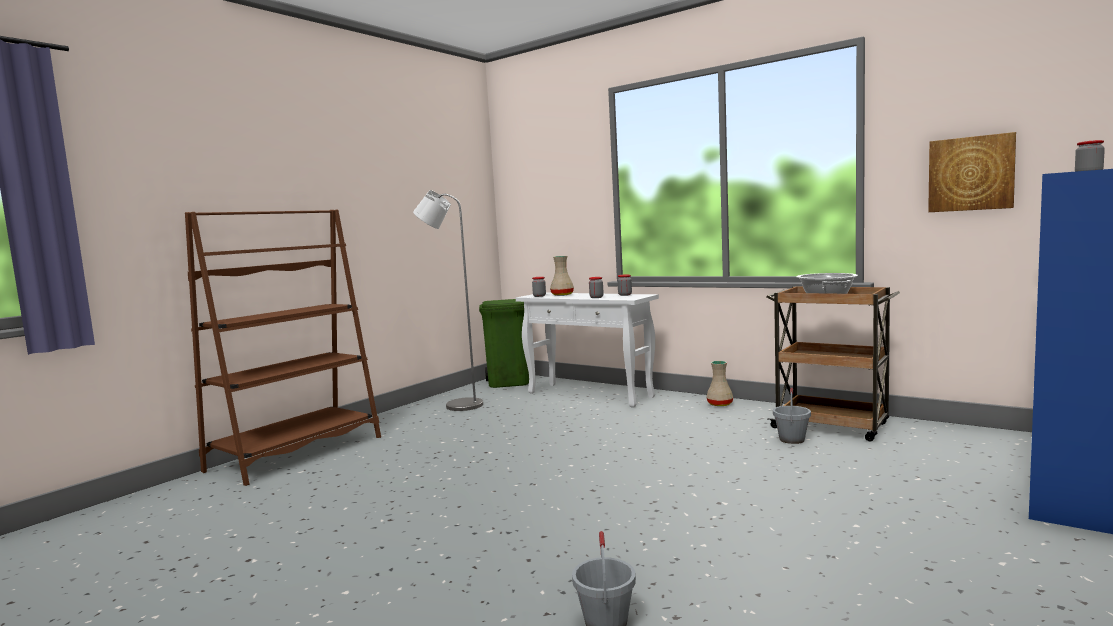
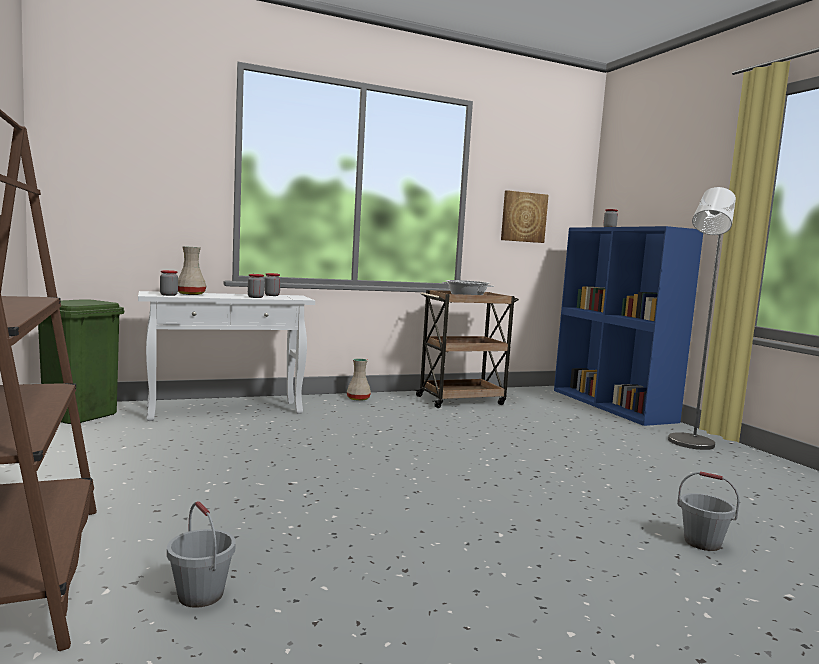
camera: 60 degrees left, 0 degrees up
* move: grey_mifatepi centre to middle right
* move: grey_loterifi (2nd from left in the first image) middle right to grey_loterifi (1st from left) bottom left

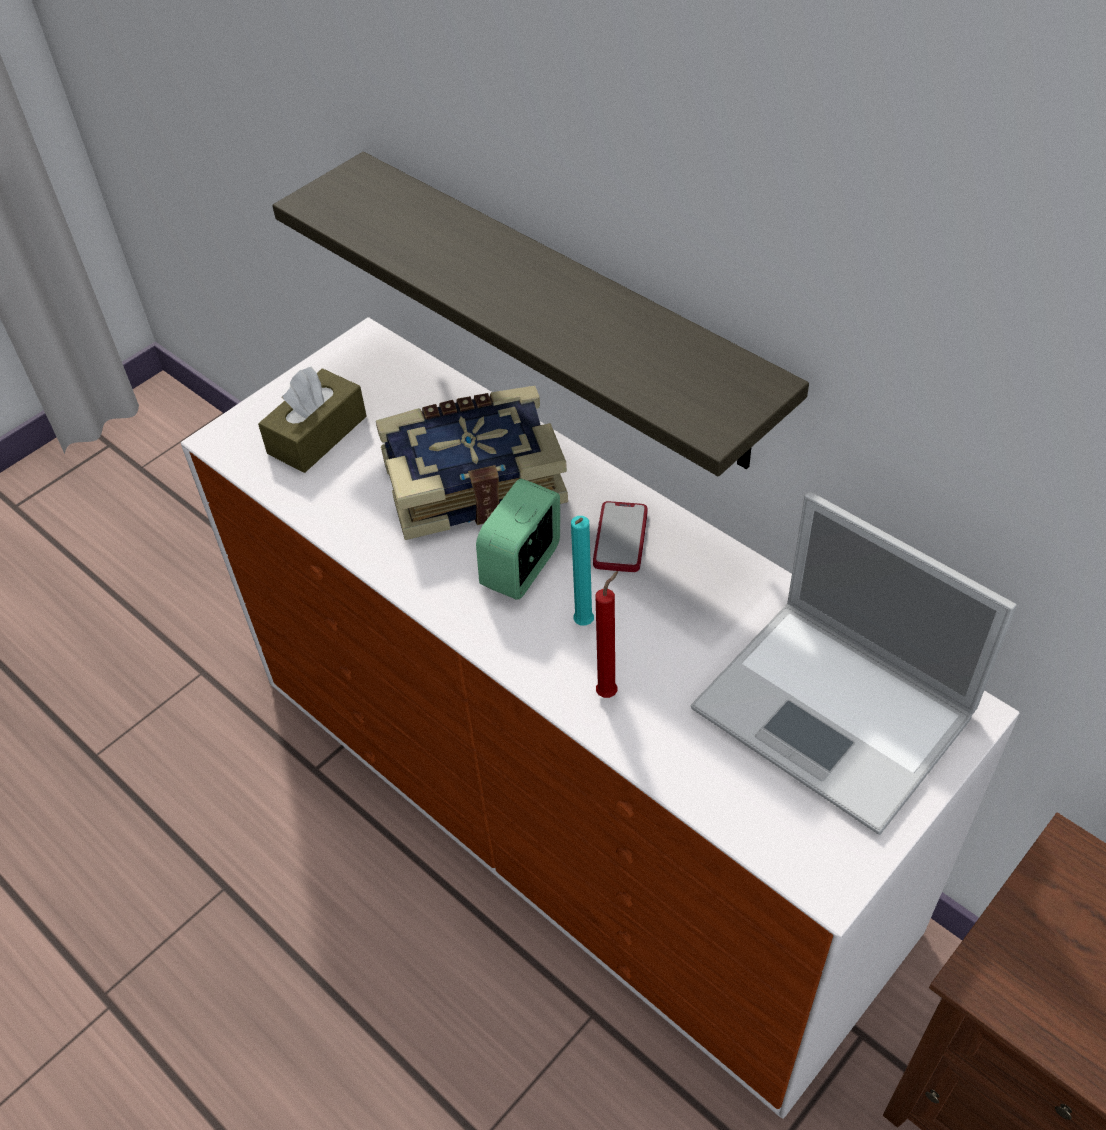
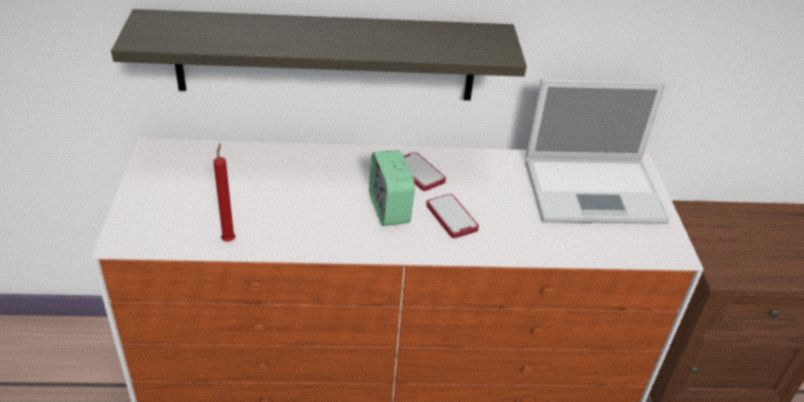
camera: 50 degrees left, 10 degrees down
* delete: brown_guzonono middle left
* delete: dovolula centre
* replace: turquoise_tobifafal centre to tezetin (2nd from left) centre
* move: red_tobifafal centre to middle left

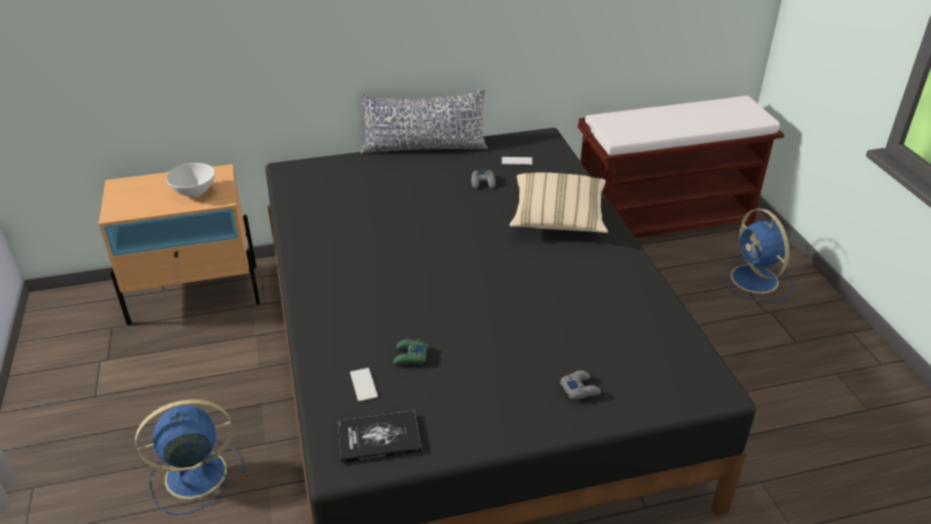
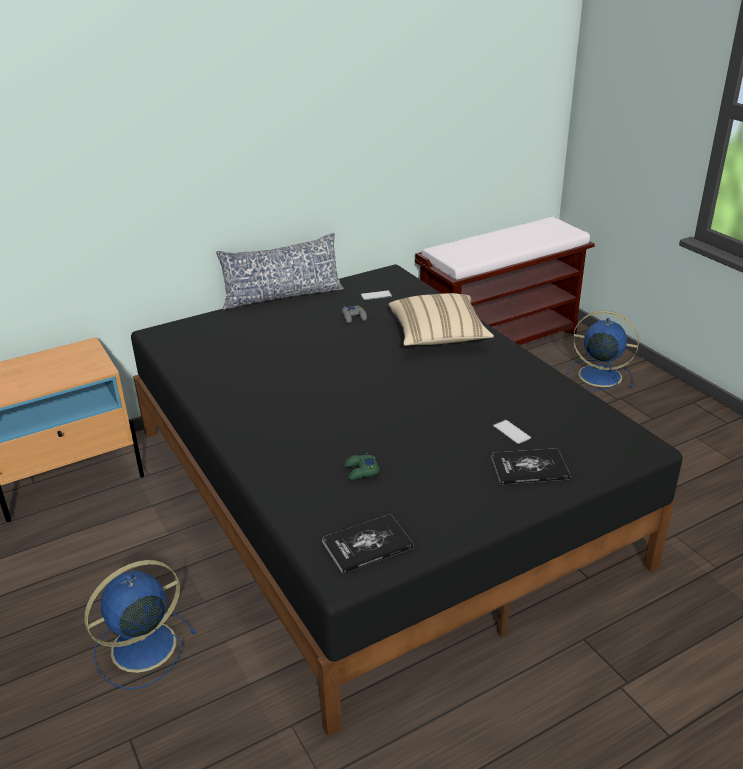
camera: 15 degrees left, 5 degrees down
* delete: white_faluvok middle left
* move: tezetin (1st from left in the first image) bottom centre to tezetin (2nd from left) middle right
* replace: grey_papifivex (2nd from left) bottom centre to dovolula (2nd from left) middle right
* rotate: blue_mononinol (2nd from left) middle right = middle right 150 degrees clockwise

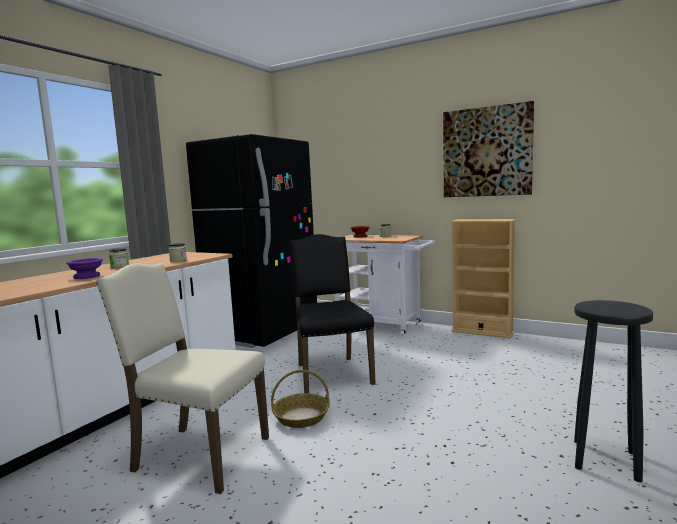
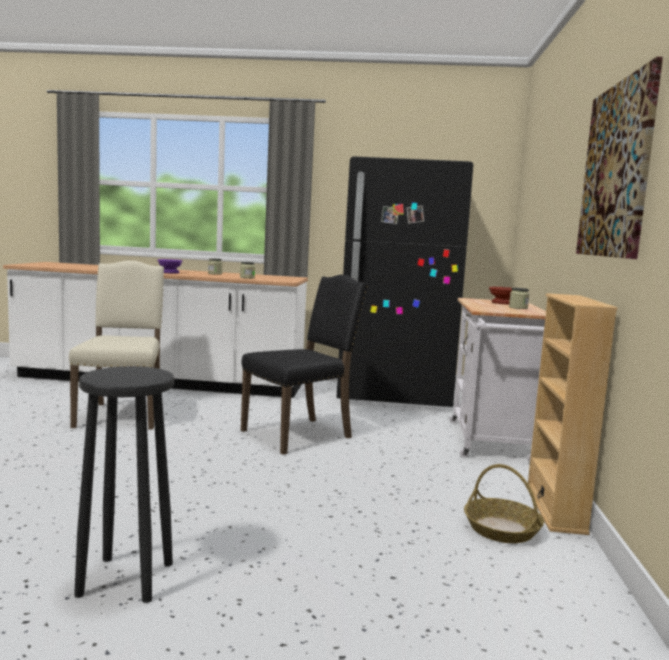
camera: 65 degrees right, 0 degrees up
* move: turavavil bottom centre to bottom right

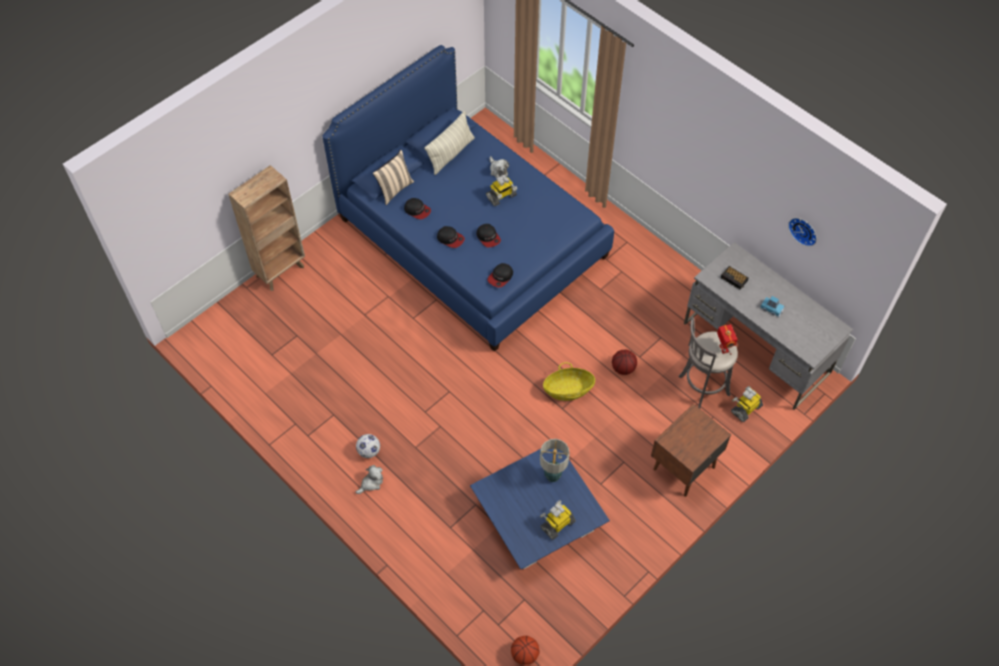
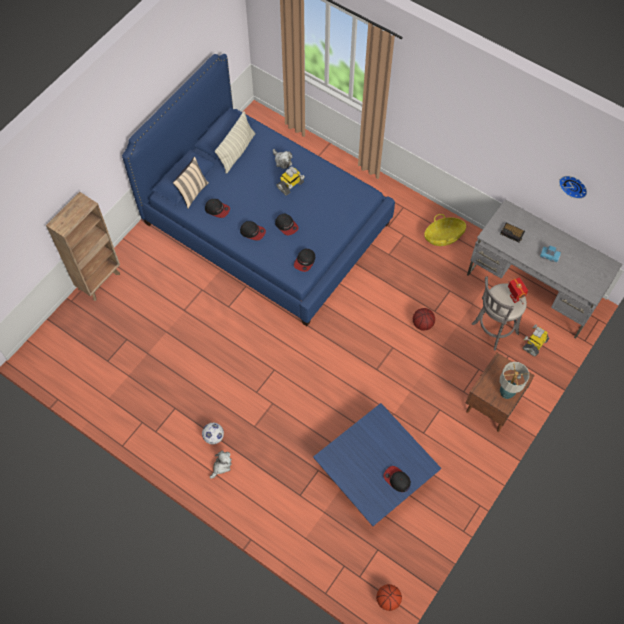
camera: 10 degrees left, 5 degrees up
* move: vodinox bottom centre to middle right
* replace: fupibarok (2nd from left) bottom centre to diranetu (5th from left) bottom centre
* move: turavavil centre to middle right

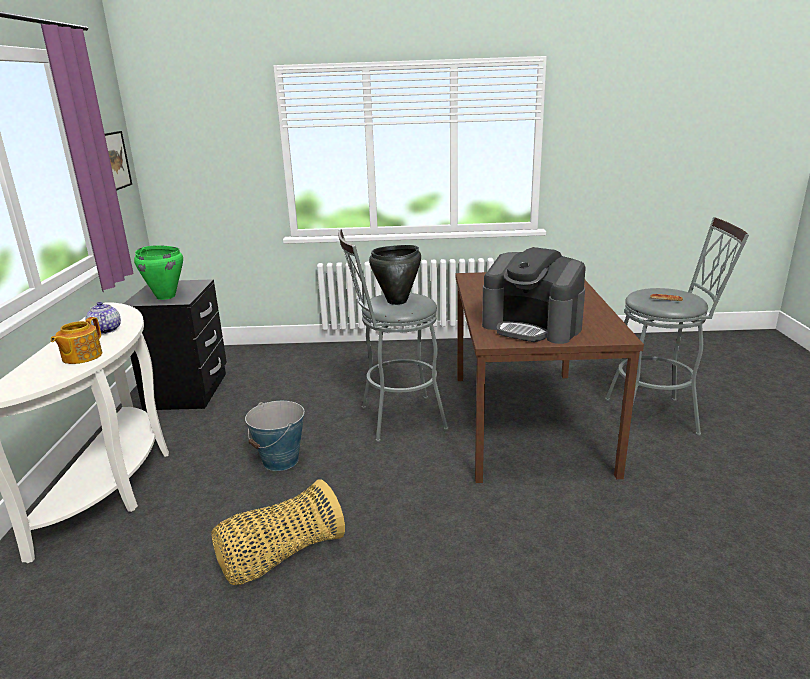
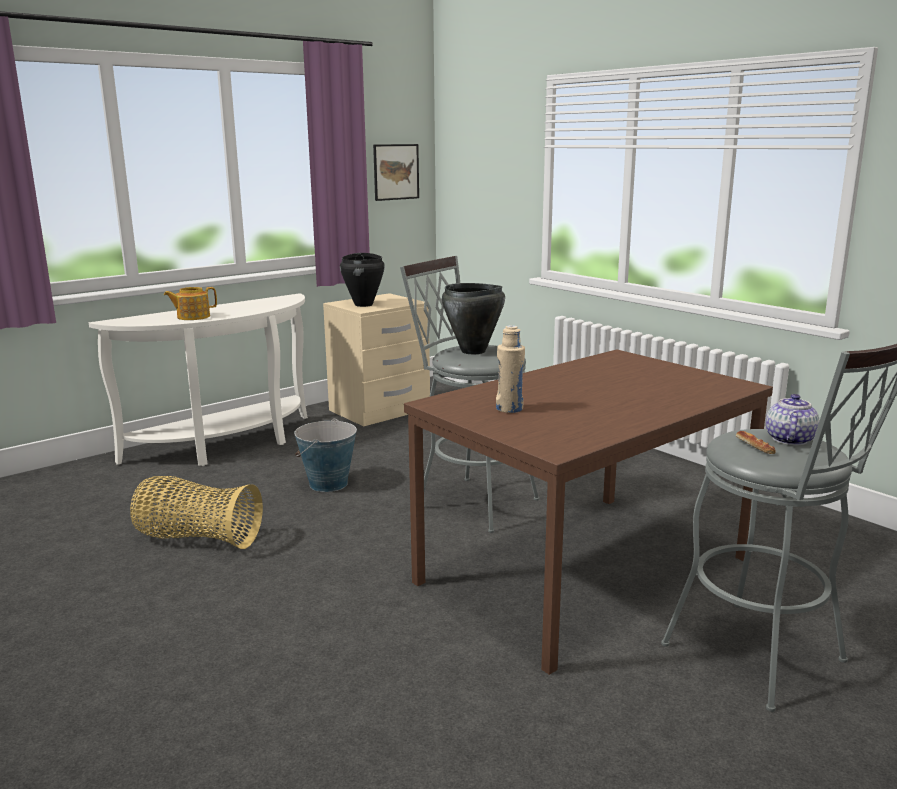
camera: 50 degrees right, 5 degrees down
* move: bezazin (2nd from left) middle left to middle right
* recolor: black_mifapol middle left to beige_mifapol centre
* recolor: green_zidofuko middle left to black_zidofuko (1st from left) centre
* replace: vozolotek centre to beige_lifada centre

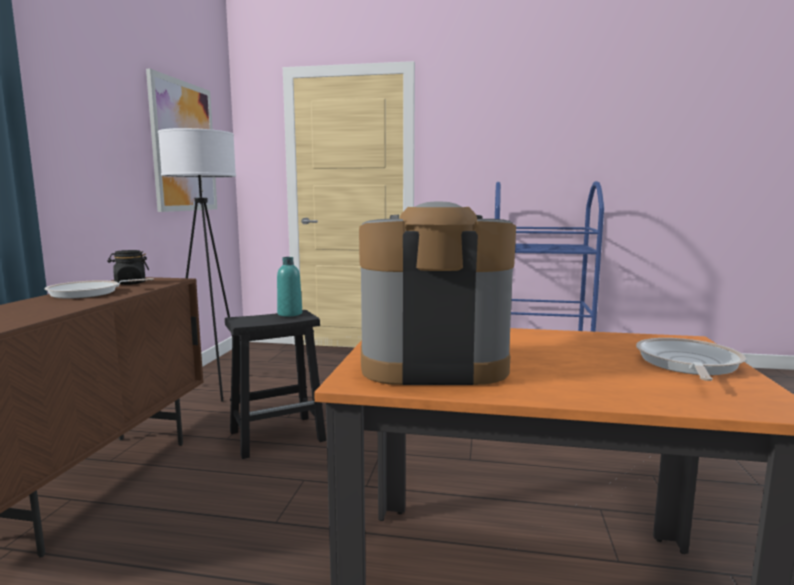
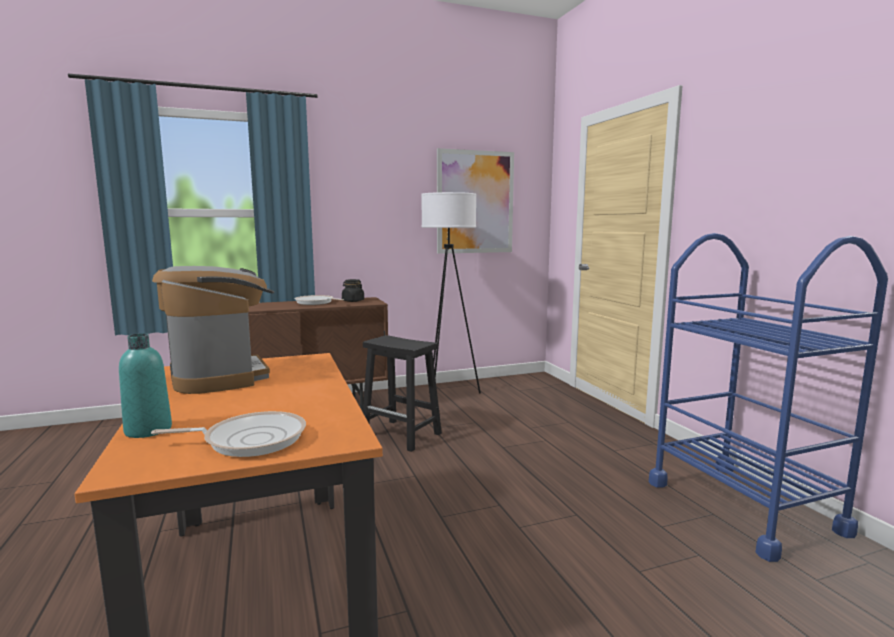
camera: 60 degrees right, 0 degrees up
* move: turquoise_lifada centre to middle left

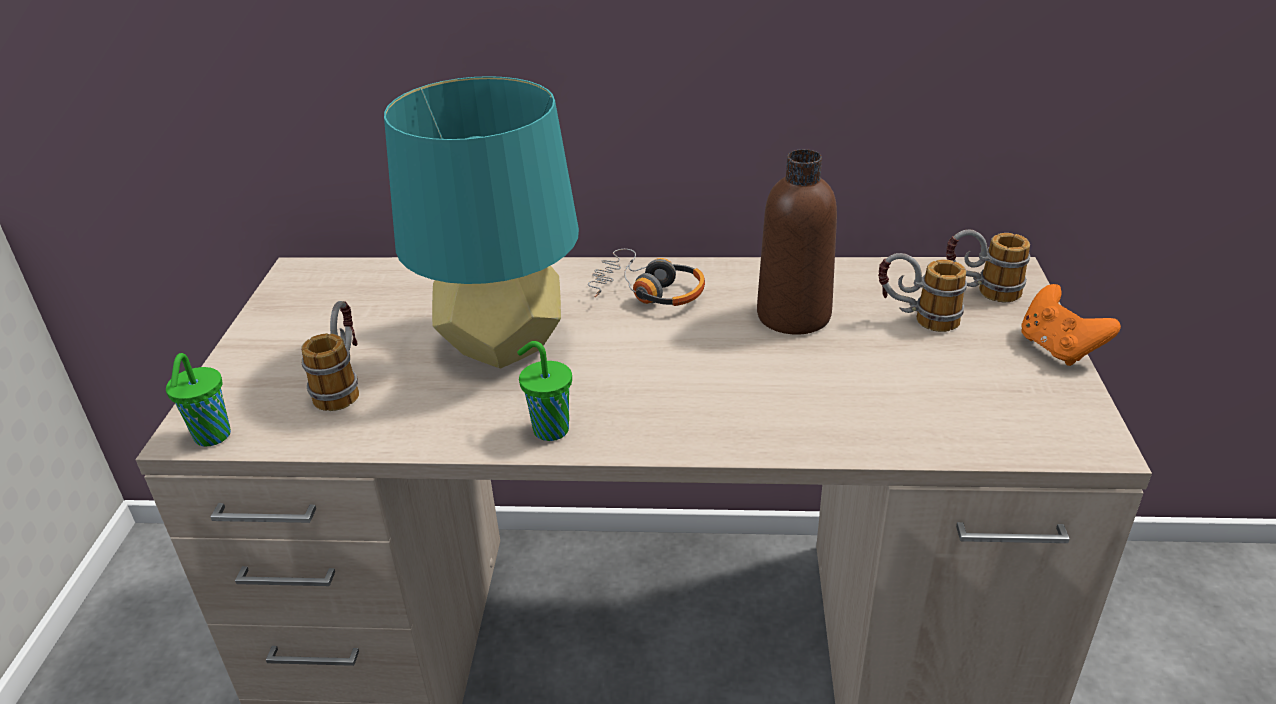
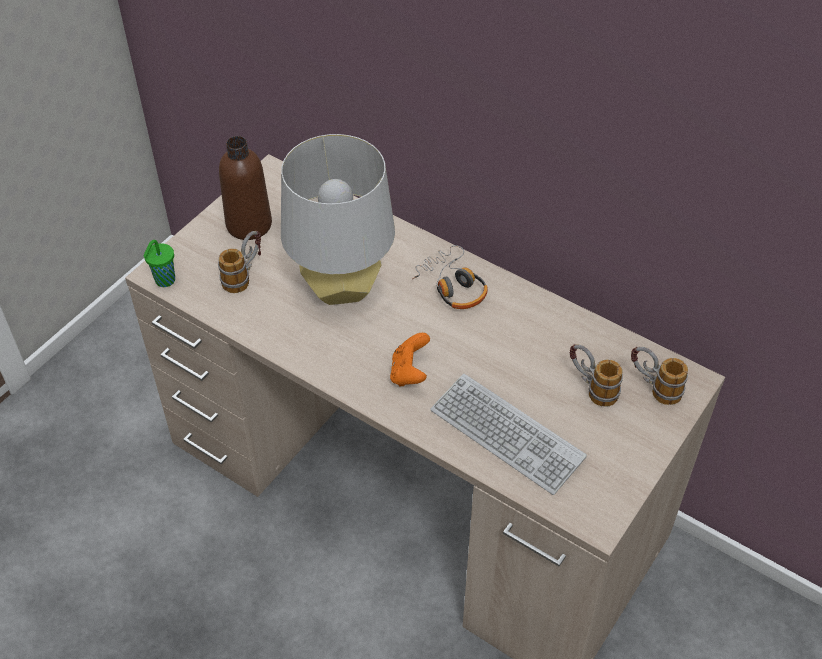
camera: 30 degrees right, 15 degrees up
* recolor: turquoise_vodinox top centre to grey_vodinox top centre
* delete: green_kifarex (2nd from left) centre
* move: brown_lifada centre to top left
* move: orange_papifivex middle right to centre
* insert: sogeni centre

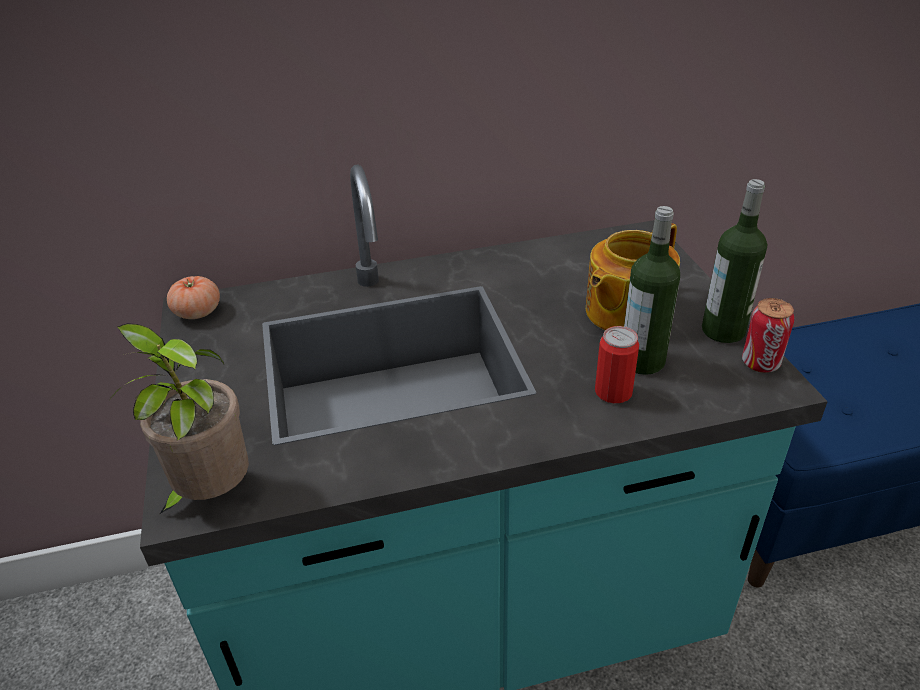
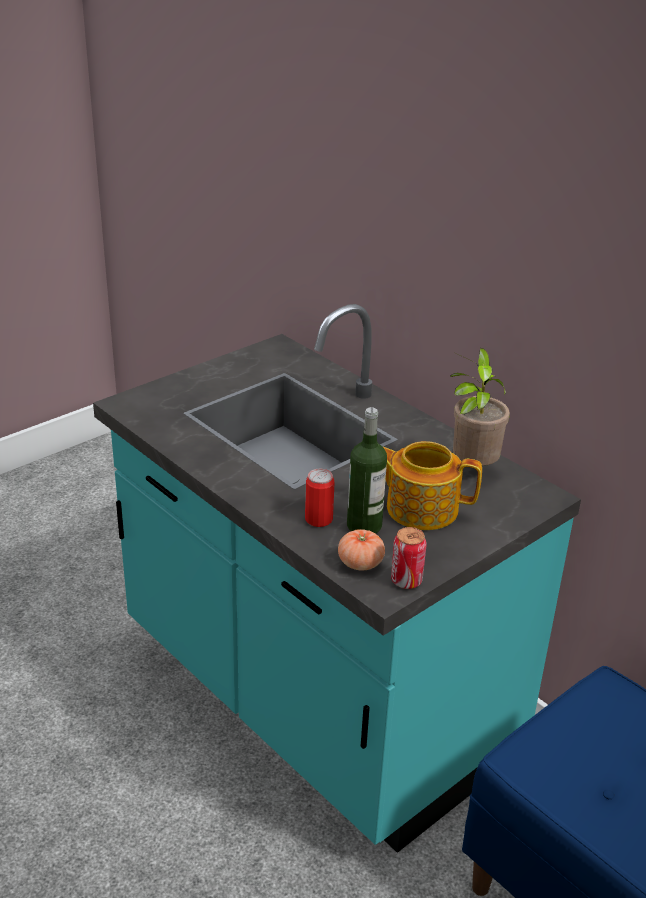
camera: 60 degrees right, 5 degrees down
* move: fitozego middle left to middle right
* move: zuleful middle left to centre
* delete: lifada (2nd from left) middle right

